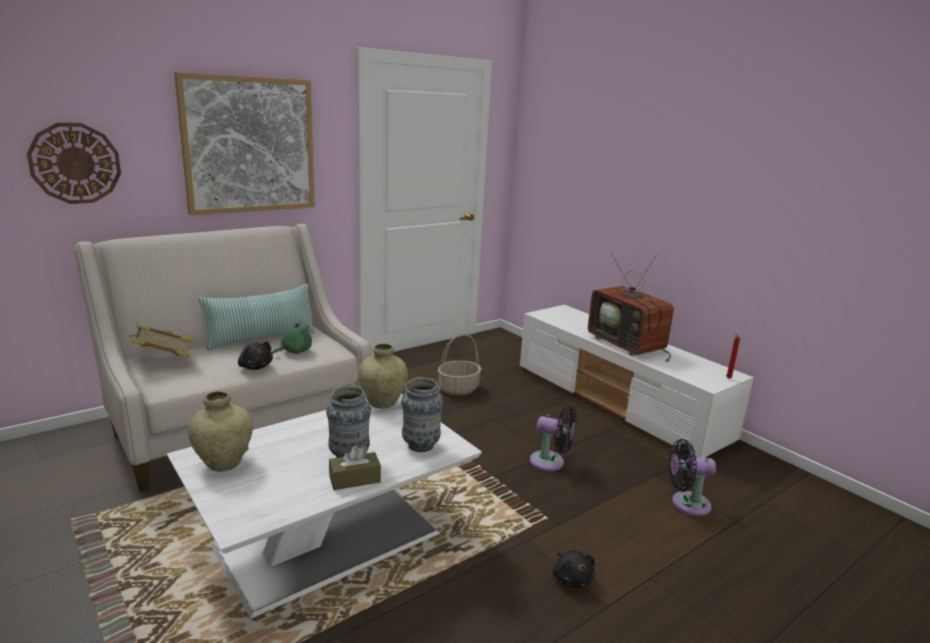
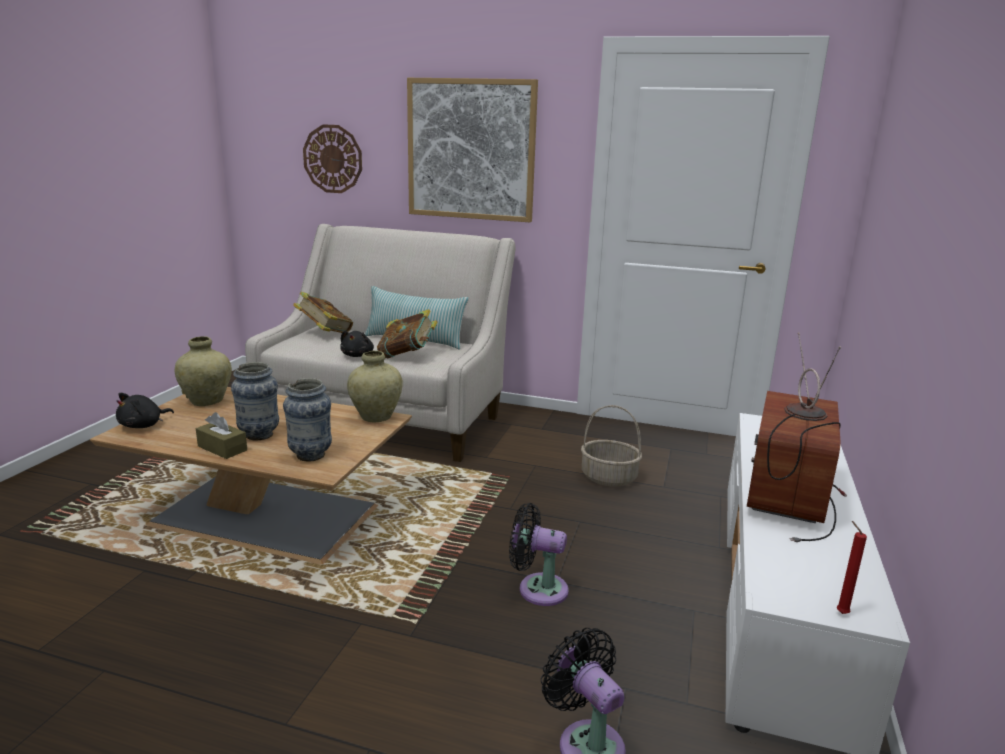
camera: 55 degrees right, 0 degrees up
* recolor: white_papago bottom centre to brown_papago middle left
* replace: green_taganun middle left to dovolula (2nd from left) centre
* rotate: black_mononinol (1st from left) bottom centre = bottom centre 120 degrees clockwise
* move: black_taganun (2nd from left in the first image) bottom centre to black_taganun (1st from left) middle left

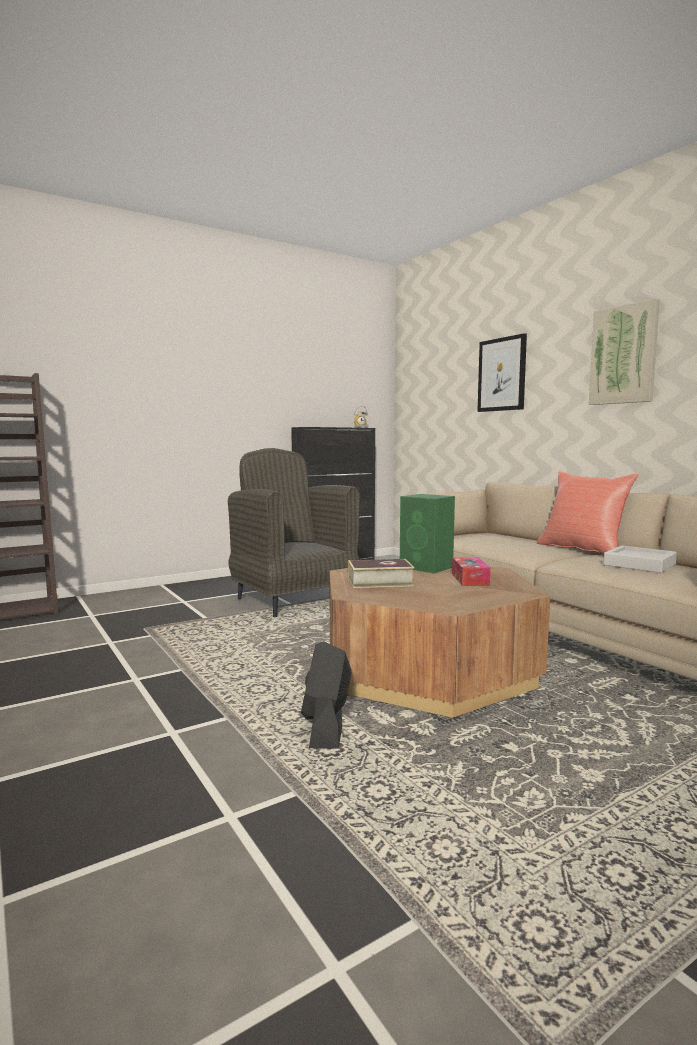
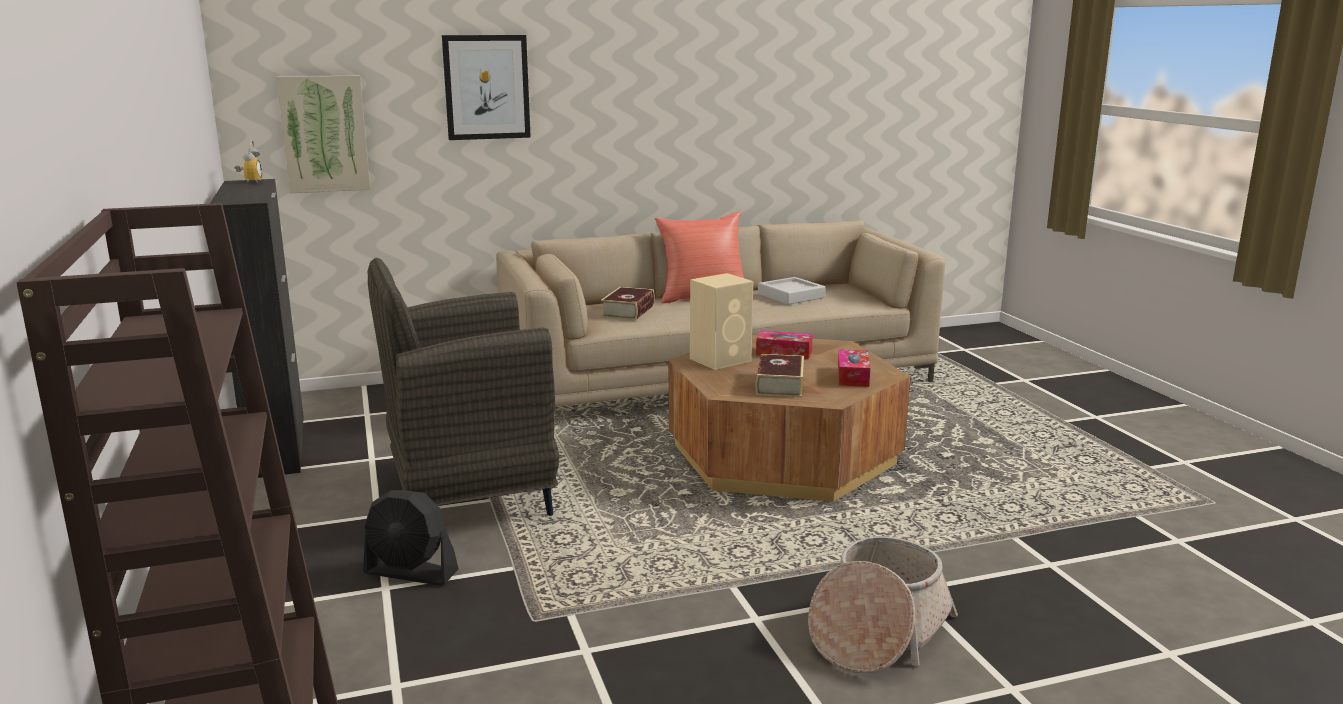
camera: 75 degrees left, 10 degrees up
* move: black_mononinol centre to bottom left
* recolor: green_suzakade centre to beige_suzakade centre
* move: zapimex (2nd from left in the first image) middle right to zapimex (1st from left) top left
* insert: dovolula (1st from left) centre
* insert: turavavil bottom centre
* insert: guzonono (2nd from left) centre

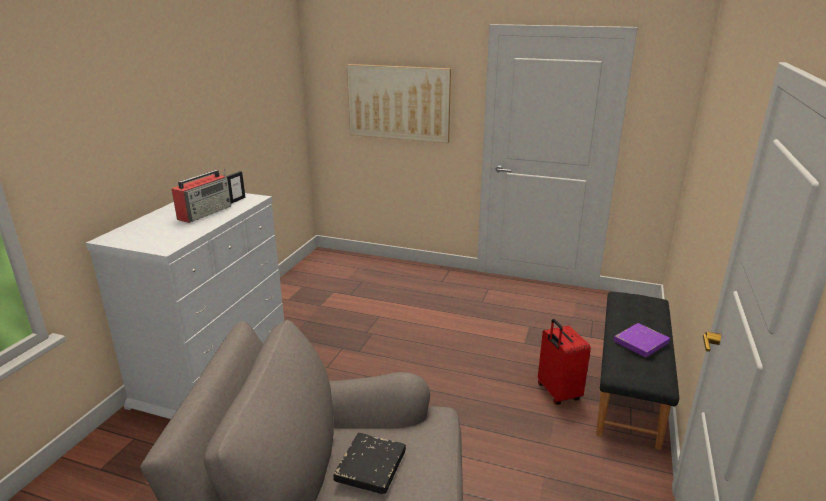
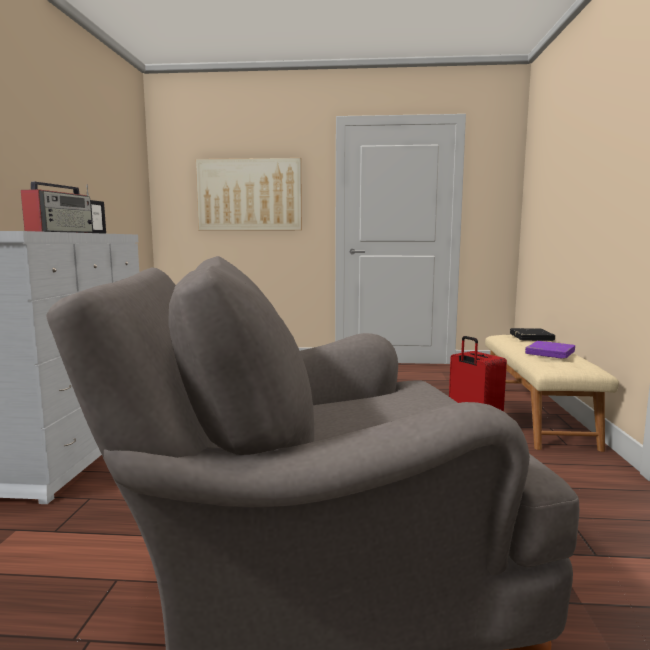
camera: 15 degrees left, 15 degrees down
* move: black_dovolula bottom centre to middle right
* recolor: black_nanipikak bottom right to beige_nanipikak middle right

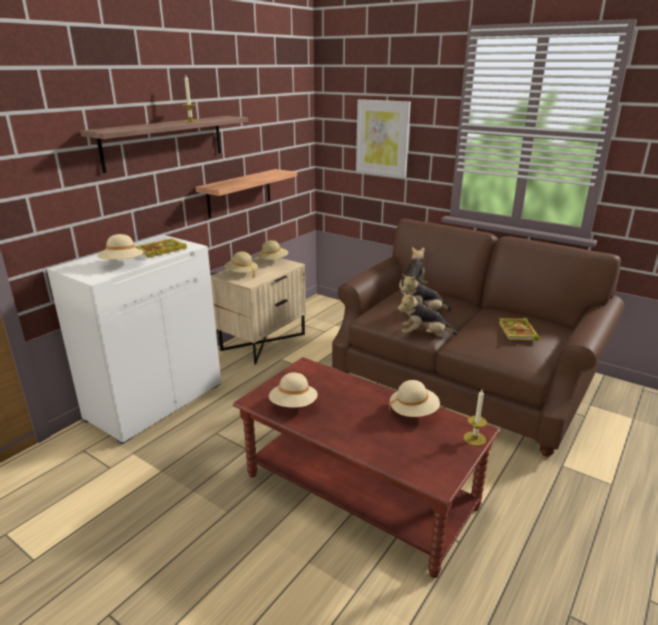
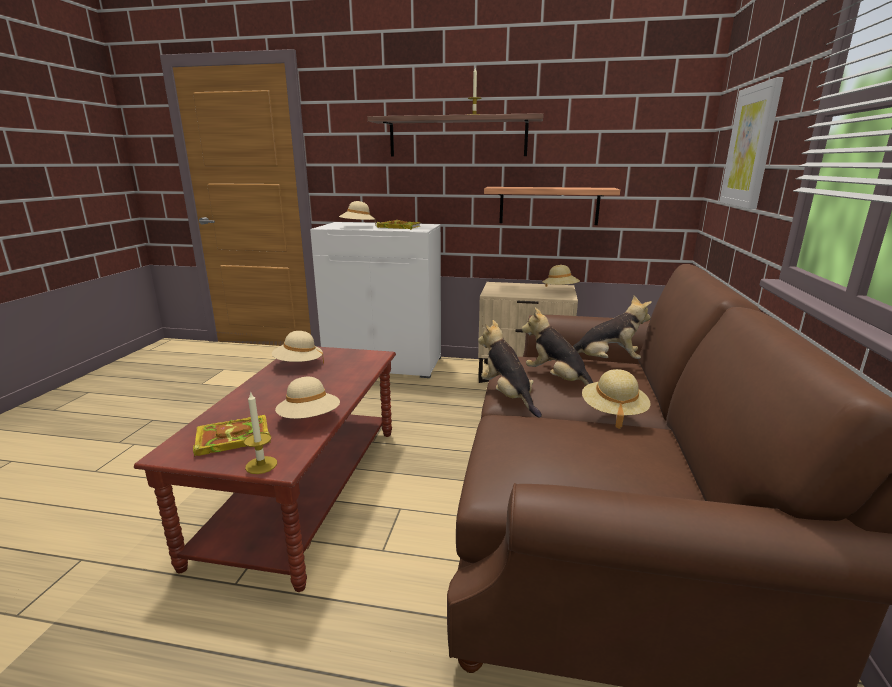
camera: 65 degrees right, 5 degrees down
* move: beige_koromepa (2nd from left in the first image) centre to beige_koromepa (5th from left) middle right
* move: dovolula (2nd from left in the first image) middle right to dovolula (1st from left) middle left

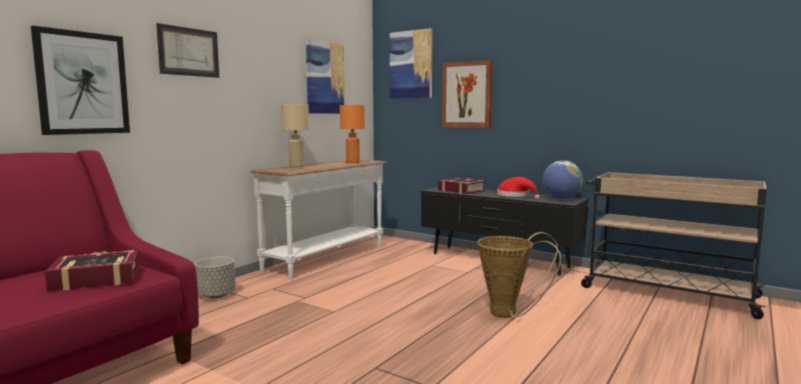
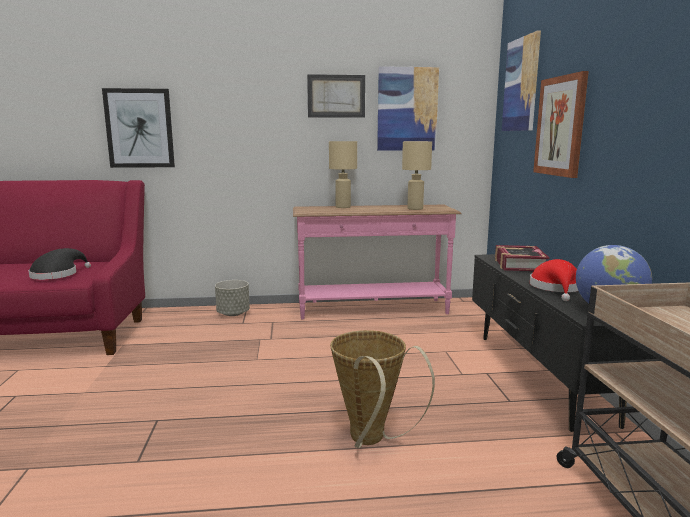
camera: 50 degrees right, 5 degrees up
* replace: dovolula (1st from left) bottom left to black_koromepa middle left
* move: zapimex (2nd from left) top left to top centre
* recolor: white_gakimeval centre to pink_gakimeval centre
* recolor: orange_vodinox centre to beige_vodinox (2nd from left) centre

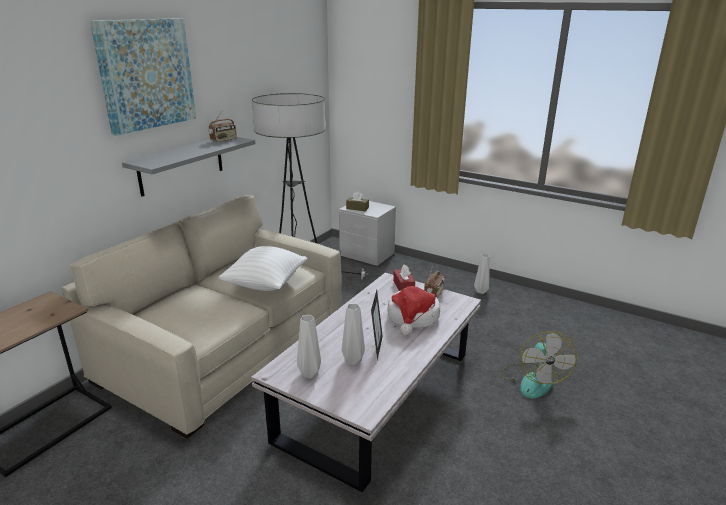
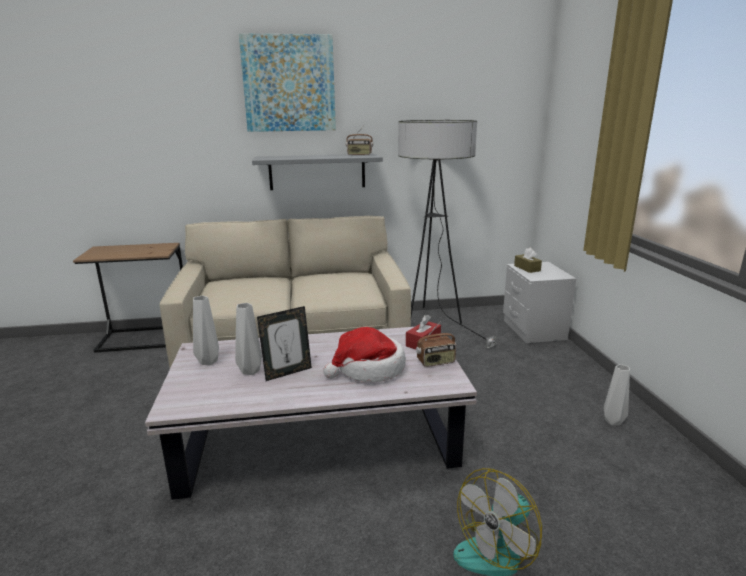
camera: 50 degrees right, 5 degrees down
* delete: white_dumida centre

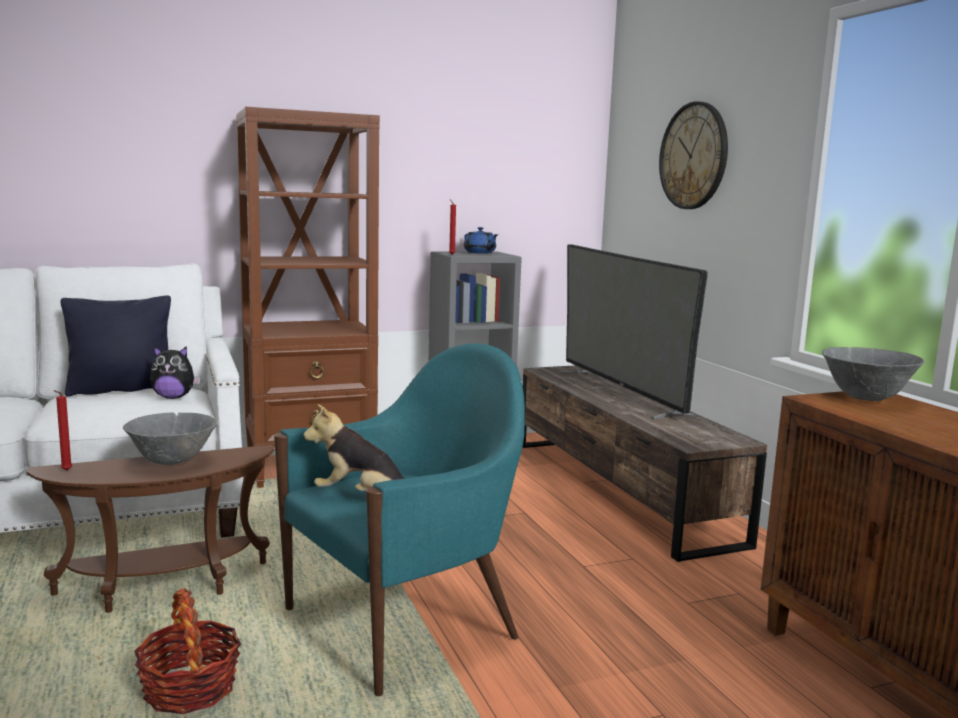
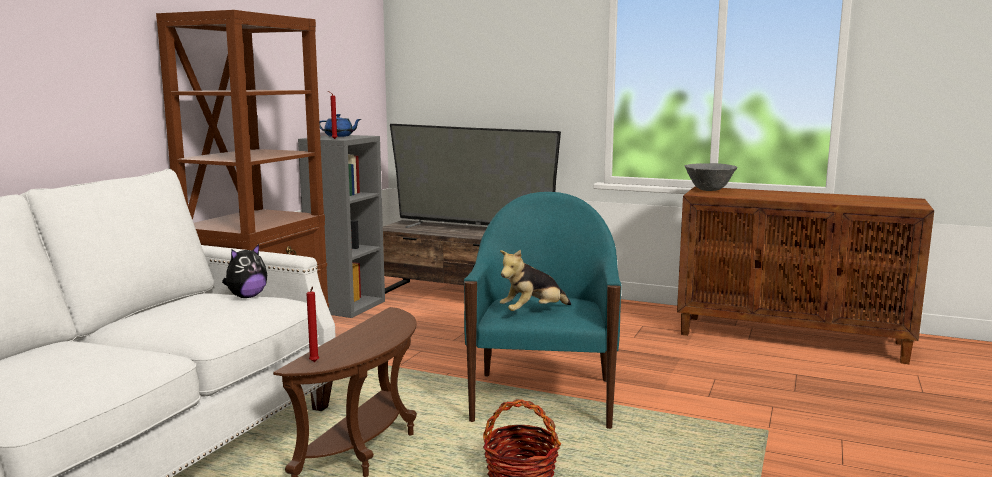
camera: 45 degrees left, 0 degrees up
* delete: black_dumida middle left
* delete: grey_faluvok (1st from left) middle left
* delete: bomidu top right

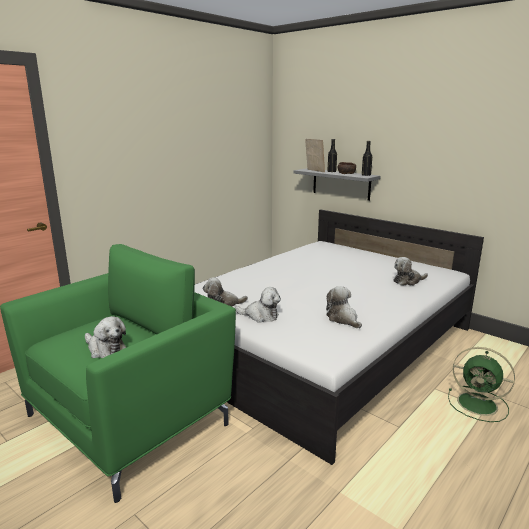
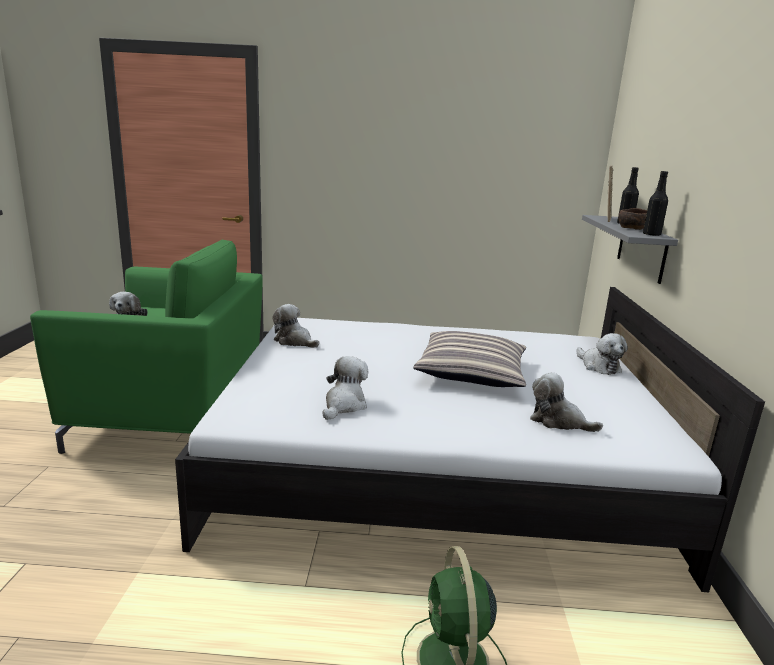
camera: 50 degrees right, 0 degrees up
* move: taganun (3rd from left in the first image) centre to taganun (5th from left) middle right
* insert: dumida centre

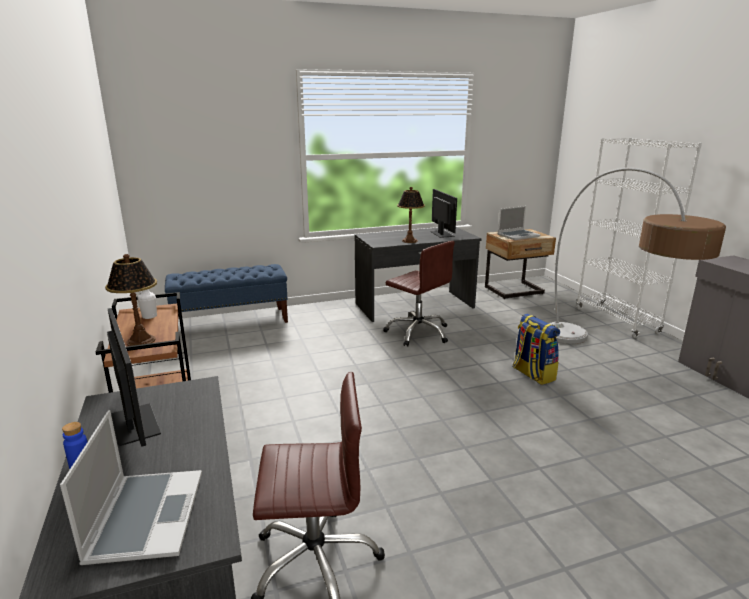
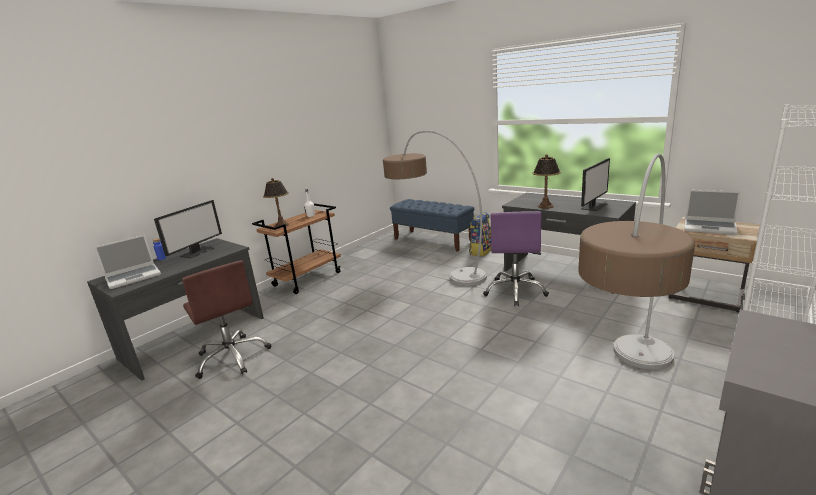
camera: 60 degrees right, 0 degrees up
* recolor: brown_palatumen (2nd from left) centre to purple_palatumen centre
* move: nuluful middle right to centre
* insert: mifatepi (1st from left) centre

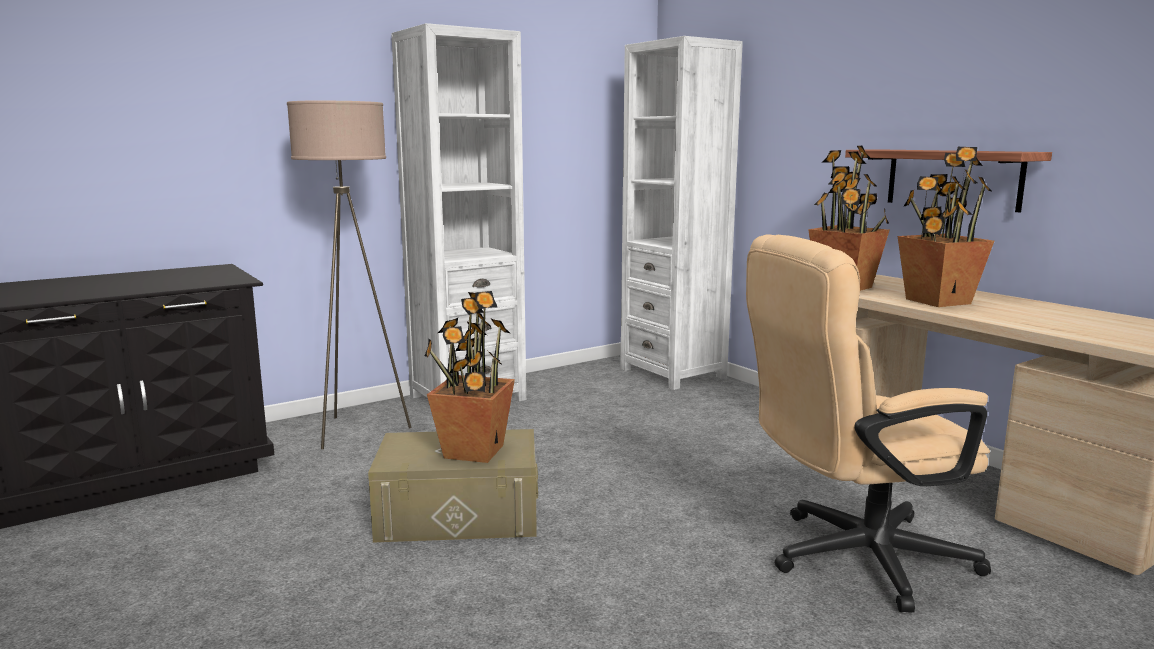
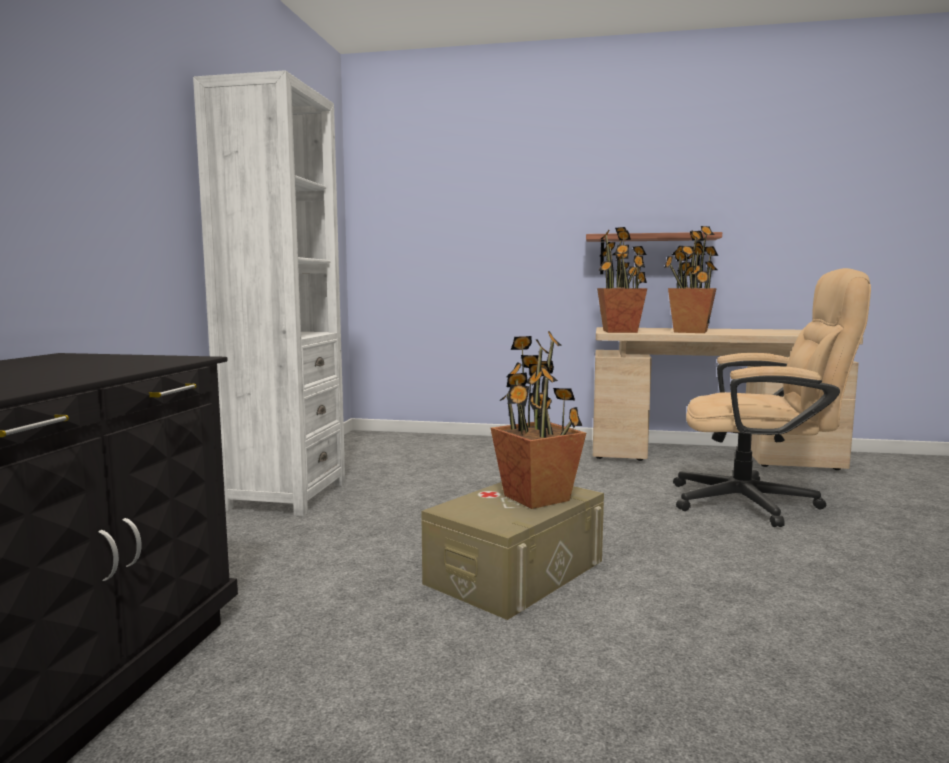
camera: 45 degrees left, 5 degrees down
* delete: beige_mifatepi middle left
* delete: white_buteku (2nd from left) top centre
* rotate: beige_palatumen middle right = middle right 105 degrees counterclockwise

